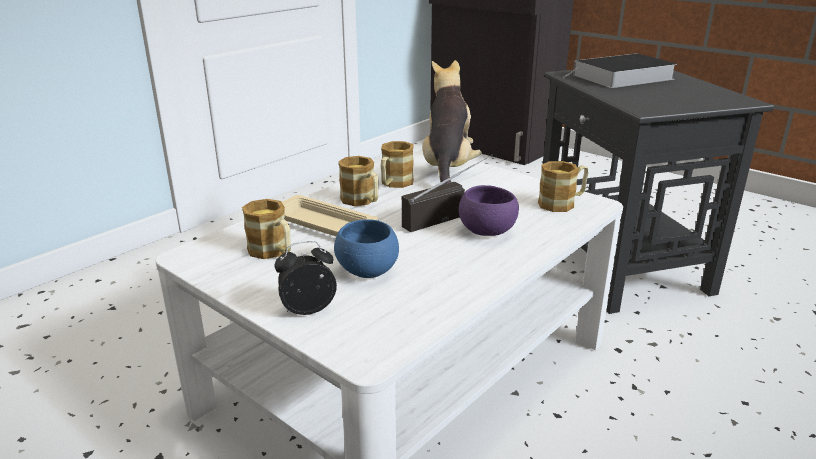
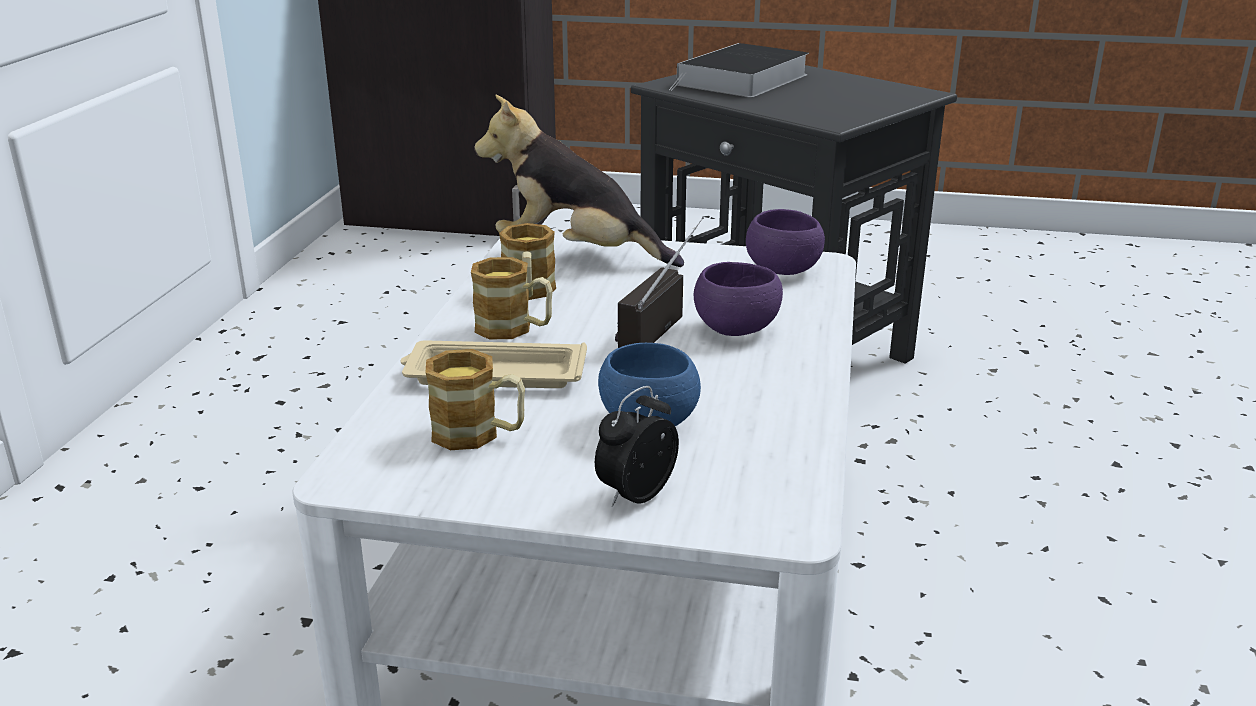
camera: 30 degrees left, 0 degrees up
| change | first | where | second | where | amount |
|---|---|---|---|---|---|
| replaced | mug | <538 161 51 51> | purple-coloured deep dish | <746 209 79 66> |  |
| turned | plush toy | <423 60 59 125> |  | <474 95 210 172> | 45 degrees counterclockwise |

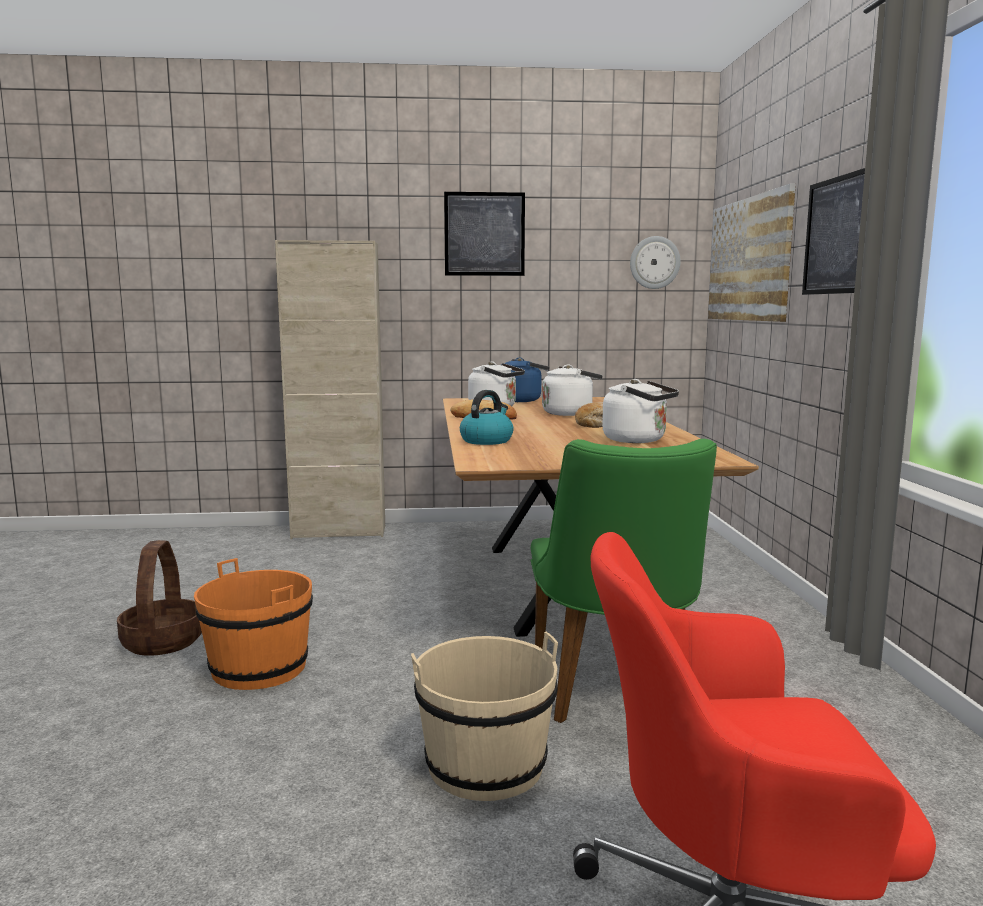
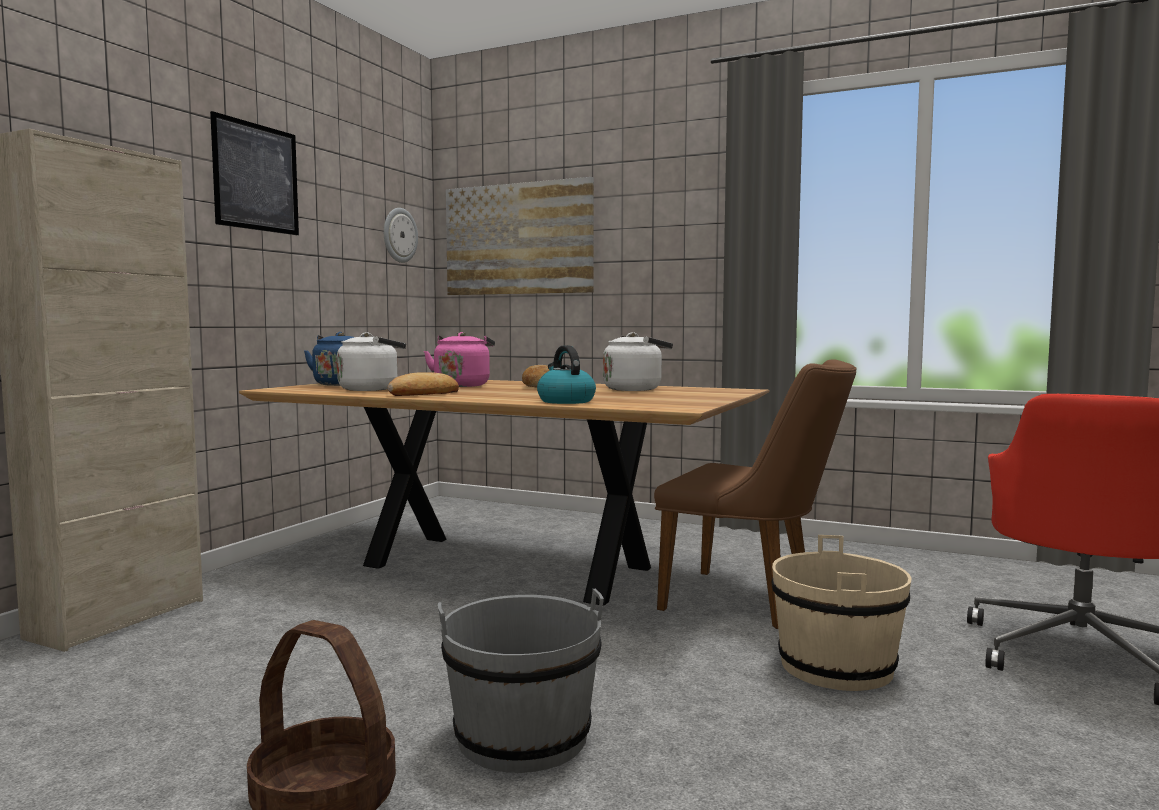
camera: 60 degrees left, 5 degrees down
| change | first | where | second | where | amount |
|---|---|---|---|---|---|
| removed | wall picture | <802 168 63 127> |  |  |  |
| recoloured | orangey pail | <194 558 119 132> | gray pail | <438 589 166 184> |  |
| recoloured | green plain chair | <531 439 186 284> | brown-coloured plain chair | <654 359 203 270> |  |
| recoloured | white-coloured kettle | <542 365 61 51> | pink kettle | <424 332 71 55> |  |

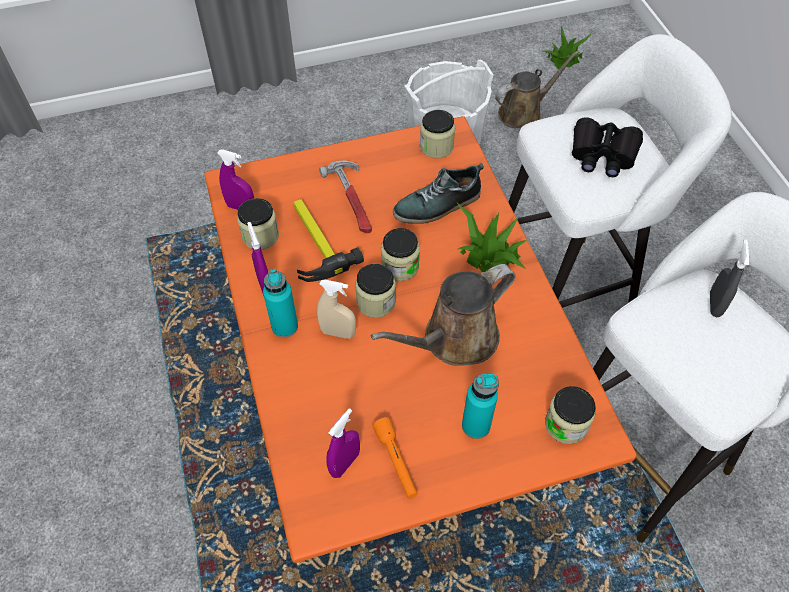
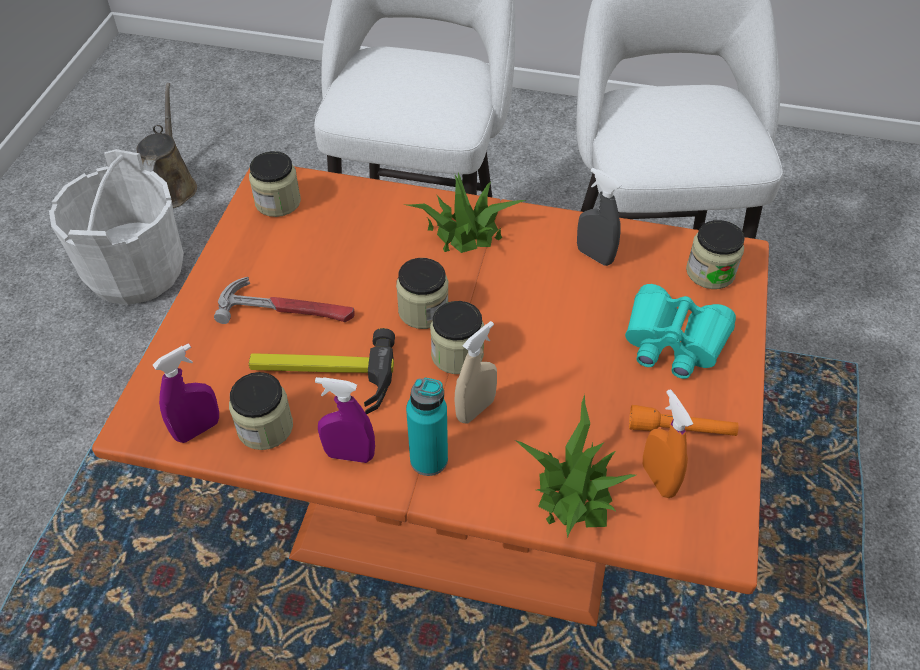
camera: 60 degrees left, 5 degrees down
| change | first | where | second | where | amount |
|---|---|---|---|---|---|
| removed | brown-coloured watering can | <371 264 145 102> |  |  |  |
| removed | shoe | <393 163 91 61> |  |  |  |
| removed | black-coloured binoculars | <572 117 71 60> |  |  |  |
| moved | houseplant | <544 26 49 43> |  | <515 394 121 144> |  |
| moved | gray spray bottle | <710 239 39 78> |  | <577 168 44 98> |  |
| replaced | turquoise bottle | <462 374 37 65> | turquoise binoculars | <625 284 111 95> |  |
| recoloured | purple-coloured spray bottle | <326 408 34 70> | orangey spray bottle | <643 389 50 109> |  |

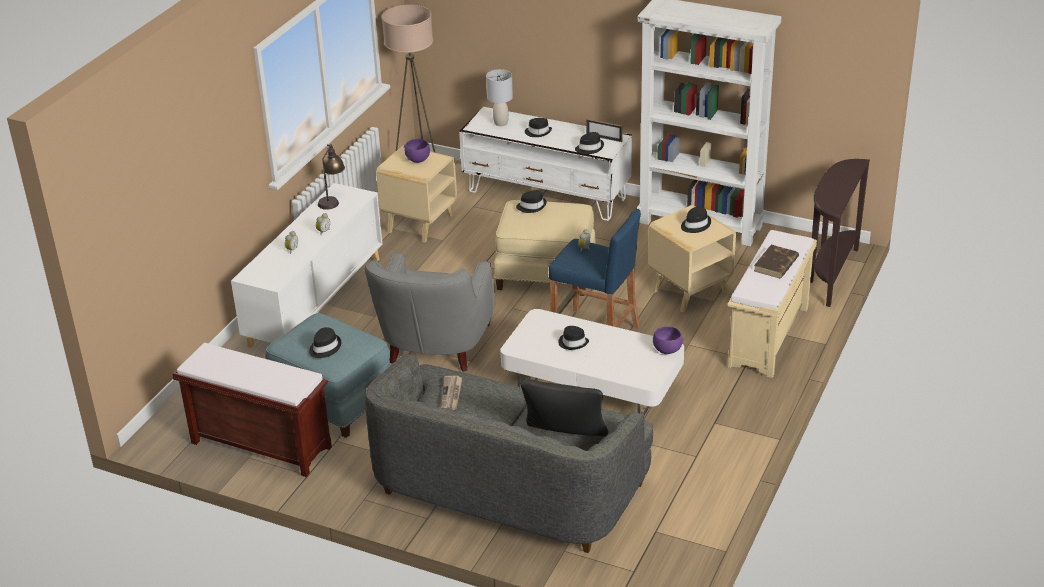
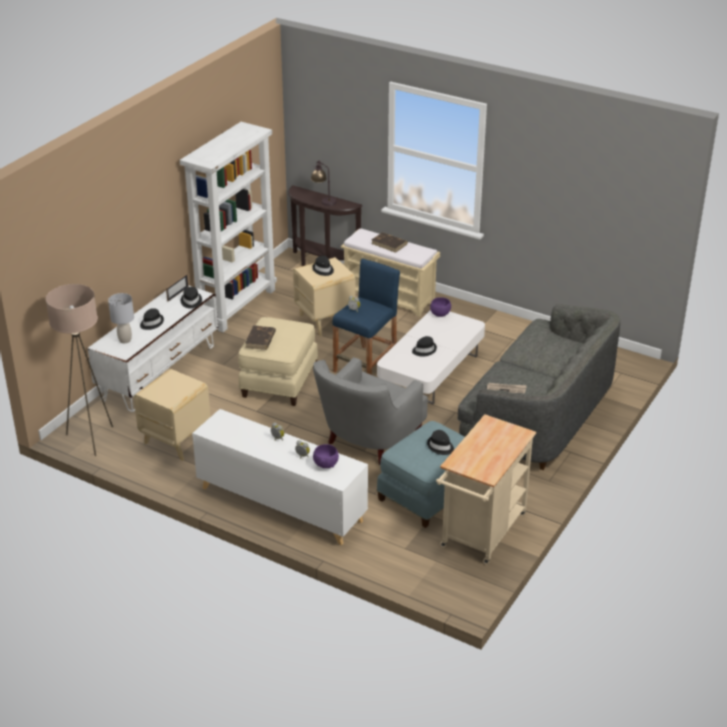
camera: 85 degrees left, 0 degrees up
| change | first | where | second | where | amount |
|---|---|---|---|---|---|
| removed | black-coloured throw pillow | <521 379 87 58> |  |  |  |
| moved | lamp for a table | <318 144 27 66> |  | <311 160 26 46> |  |
| moved | purple-coloured deep dish | <404 139 26 24> |  | <313 444 26 24> |  |
| replaced | brown-coloured indoor bench | <172 343 160 134> | beige wheeled cart | <436 414 100 150> |  |
| replaced | black-coloured clothing hat | <516 190 31 23> | brown-coloured bound book | <245 325 31 25> |  |
| turned | gray easy chair | <365 253 131 119> |  | <313 357 115 108> | 105 degrees clockwise |

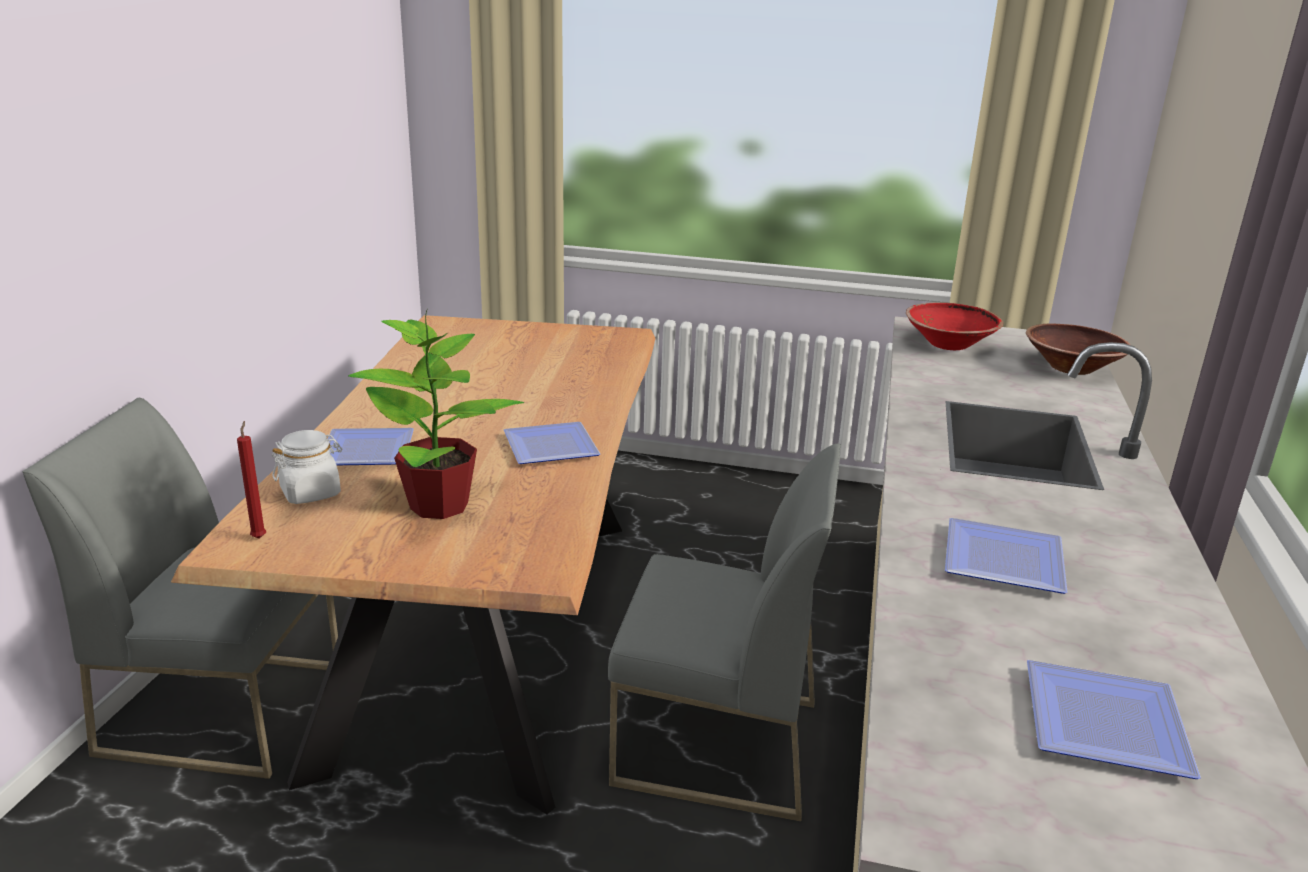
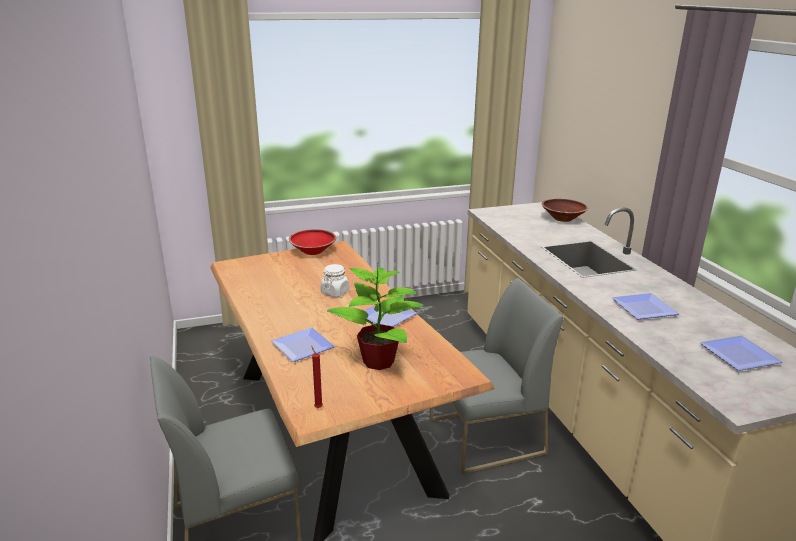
camera: 30 degrees left, 0 degrees up
| change | first | where | second | where | amount |
|---|---|---|---|---|---|
| moved | white-coloured jar | <272 430 70 74> |  | <321 264 28 33> |  |
| moved | red-coloured deep dish | <906 302 97 48> |  | <289 229 47 26> |  |

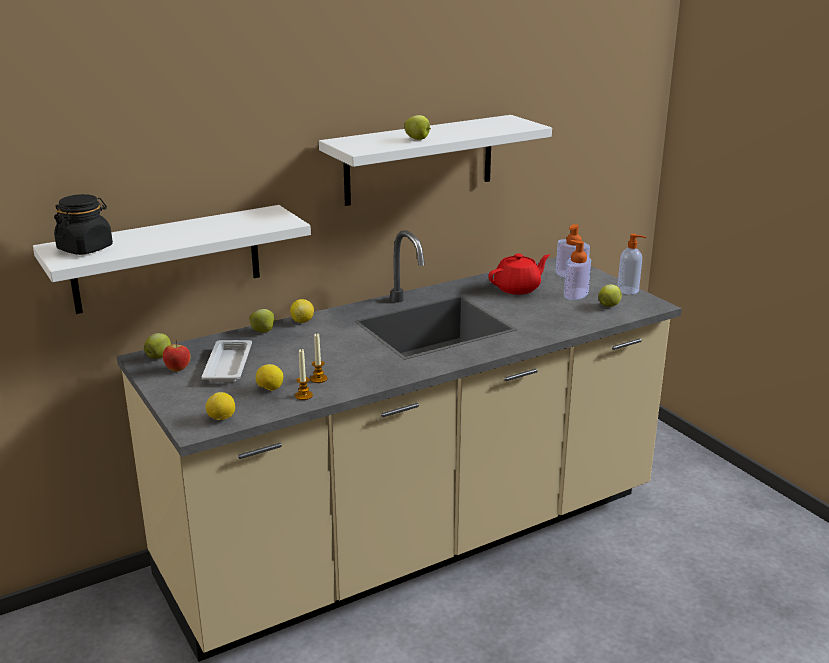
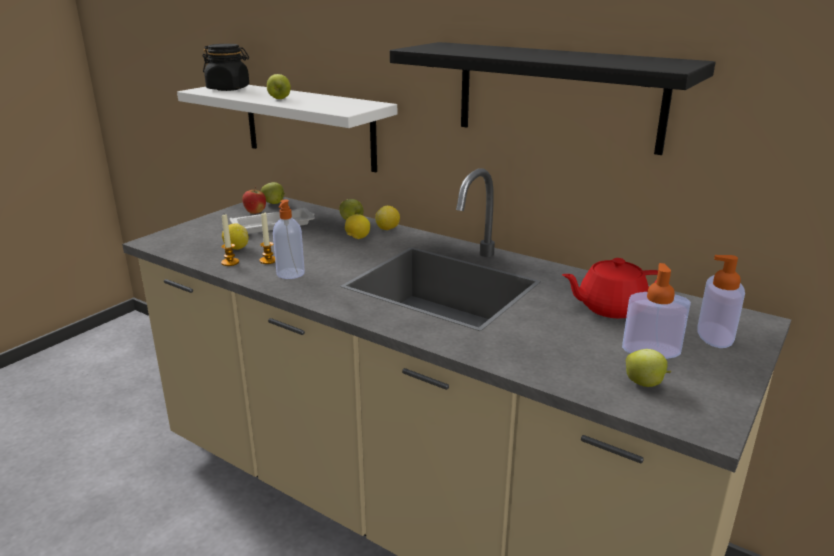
camera: 65 degrees right, 0 degrees up
| change | first | where | second | where | amount |
|---|---|---|---|---|---|
| moved | whole lemon | <206 392 29 28> |  | <345 214 25 25> |  |
| moved | whole apple | <405 115 26 25> |  | <267 74 24 25> |  |
| moved | soap bottle | <617 234 29 60> |  | <273 200 32 79> |  |
| recoloured | white-coloured wall shelf | <319 115 233 91> | black-coloured wall shelf | <390 42 326 113> |  |
| turned | red-coloured pot for tea | <488 254 62 41> |  | <562 258 96 60> | 135 degrees clockwise |

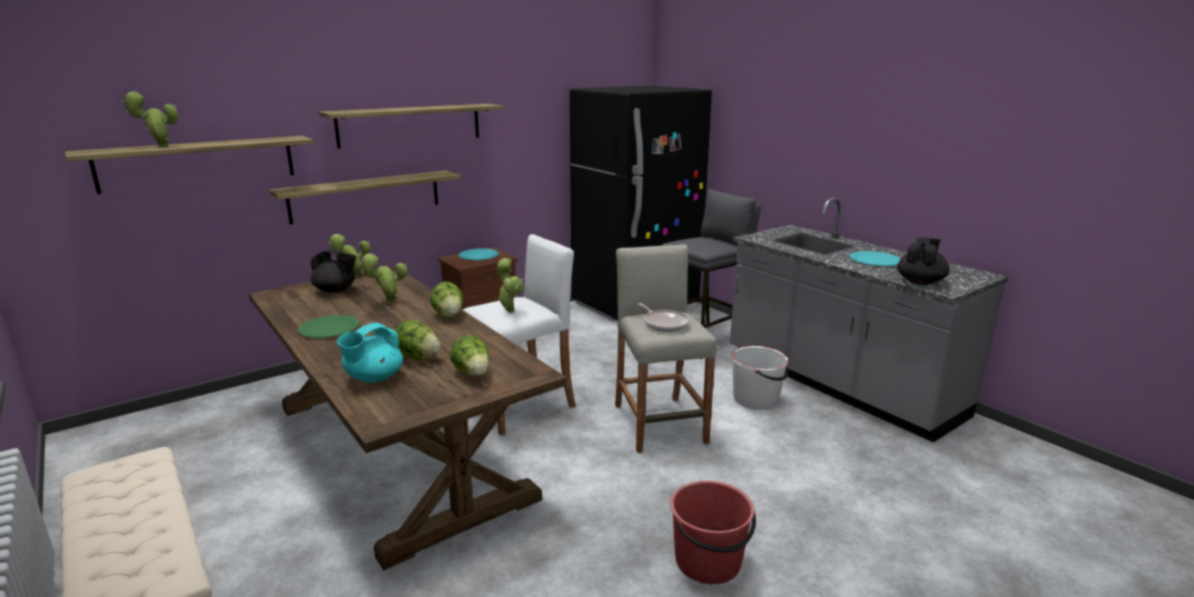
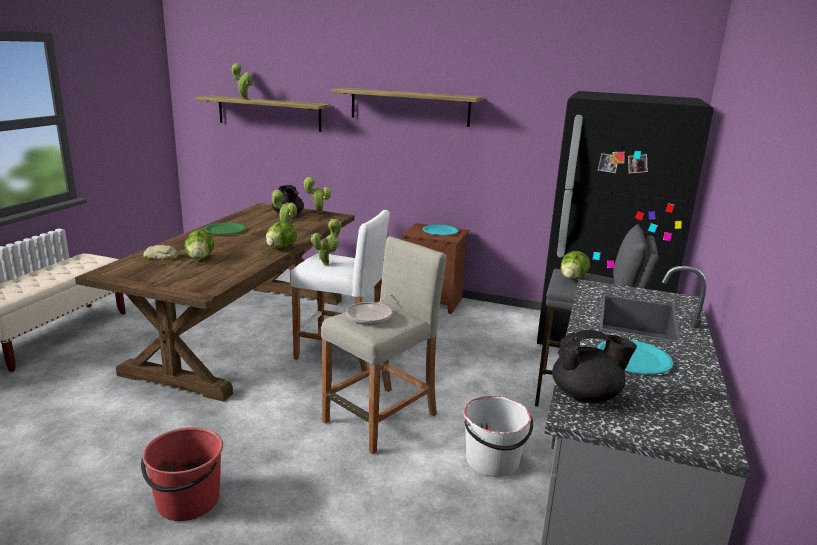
camera: 55 degrees right, 0 degrees up
| change | first | where | second | where | amount |
|---|---|---|---|---|---|
| removed | wall shelf | <269 171 192 54> |  |  |  |
| moved | lettuce head | <450 335 40 41> |  | <561 251 29 28> |  |
| replaced | turquoise pot for tea | <337 322 66 61> | bread | <143 245 35 15> |  |

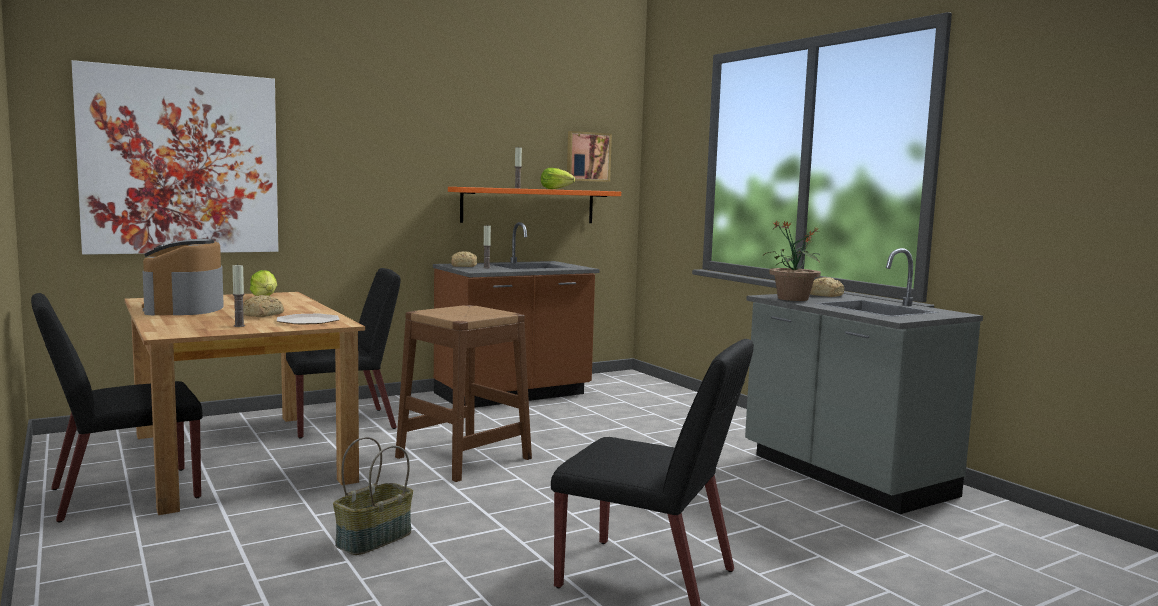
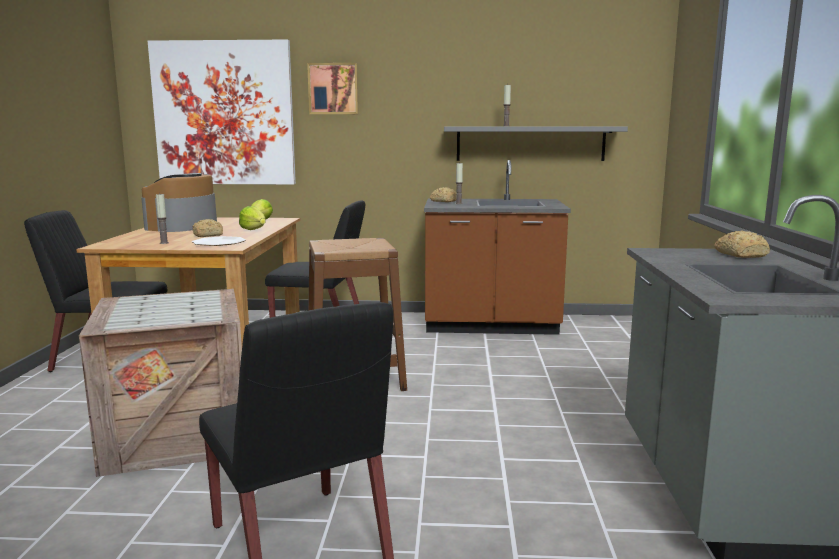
camera: 35 degrees right, 5 degrees up
| change | first | where | second | where | amount |
|---|---|---|---|---|---|
| removed | houseplant | <762 220 59 81> |  |  |  |
| moved | lettuce head | <541 168 34 21> |  | <239 206 27 24> |  |
| moved | wall picture | <567 131 45 51> |  | <307 63 51 51> |  |
| replaced | storage basket | <333 437 80 118> | shipping crate | <79 289 163 188> |  |
| recoloured | orangey wall shelf | <448 187 173 36> | gray wall shelf | <444 127 184 34> |  |

